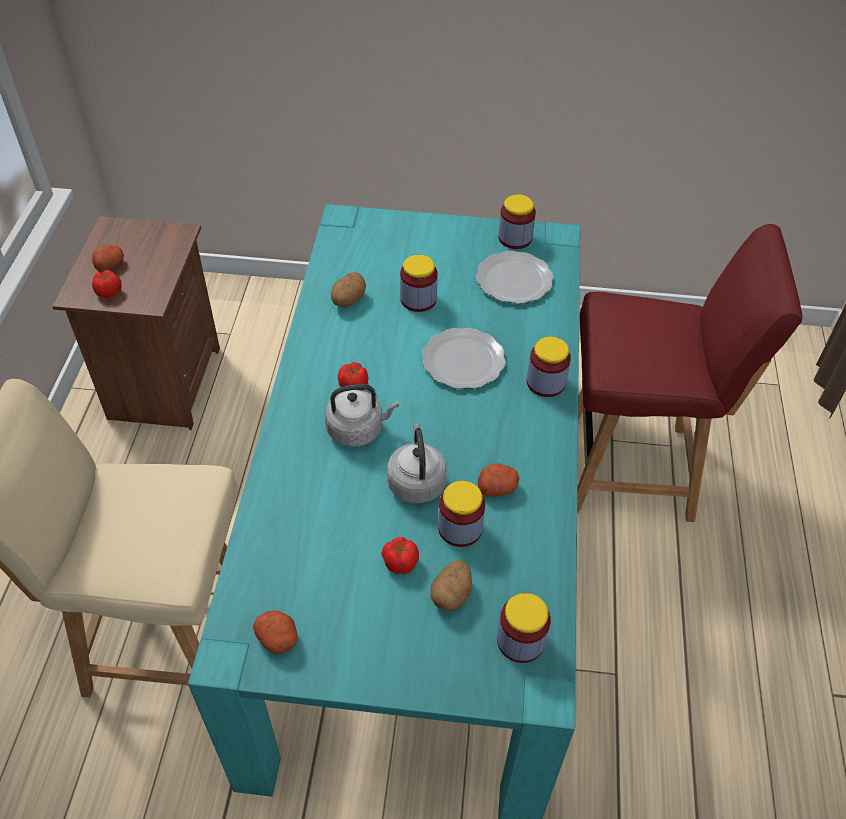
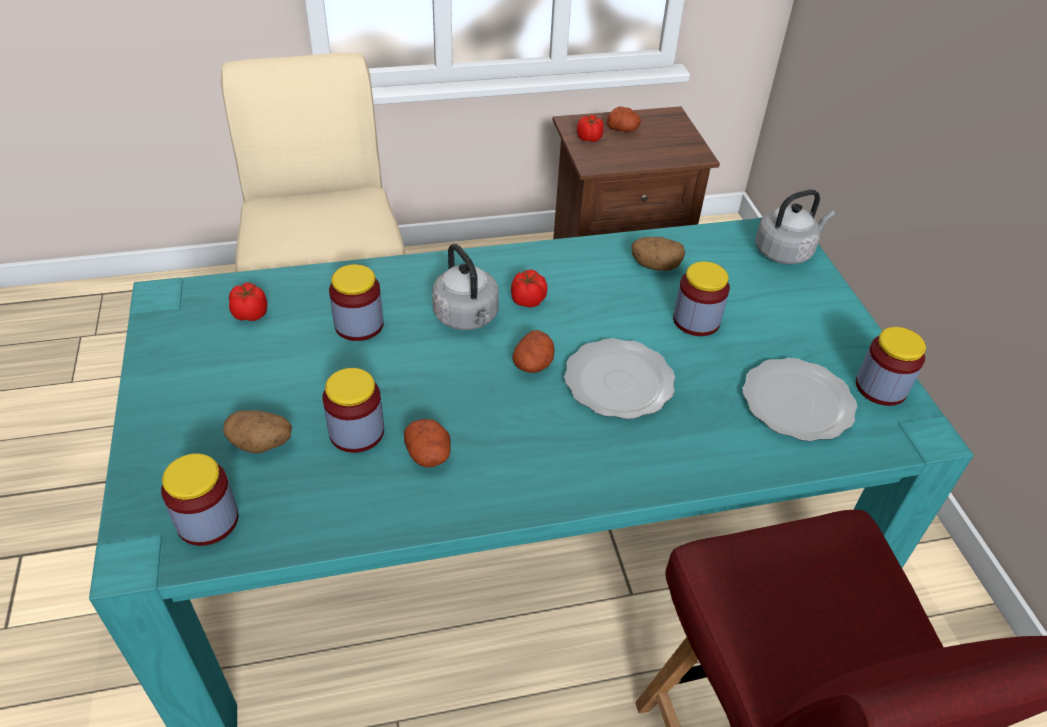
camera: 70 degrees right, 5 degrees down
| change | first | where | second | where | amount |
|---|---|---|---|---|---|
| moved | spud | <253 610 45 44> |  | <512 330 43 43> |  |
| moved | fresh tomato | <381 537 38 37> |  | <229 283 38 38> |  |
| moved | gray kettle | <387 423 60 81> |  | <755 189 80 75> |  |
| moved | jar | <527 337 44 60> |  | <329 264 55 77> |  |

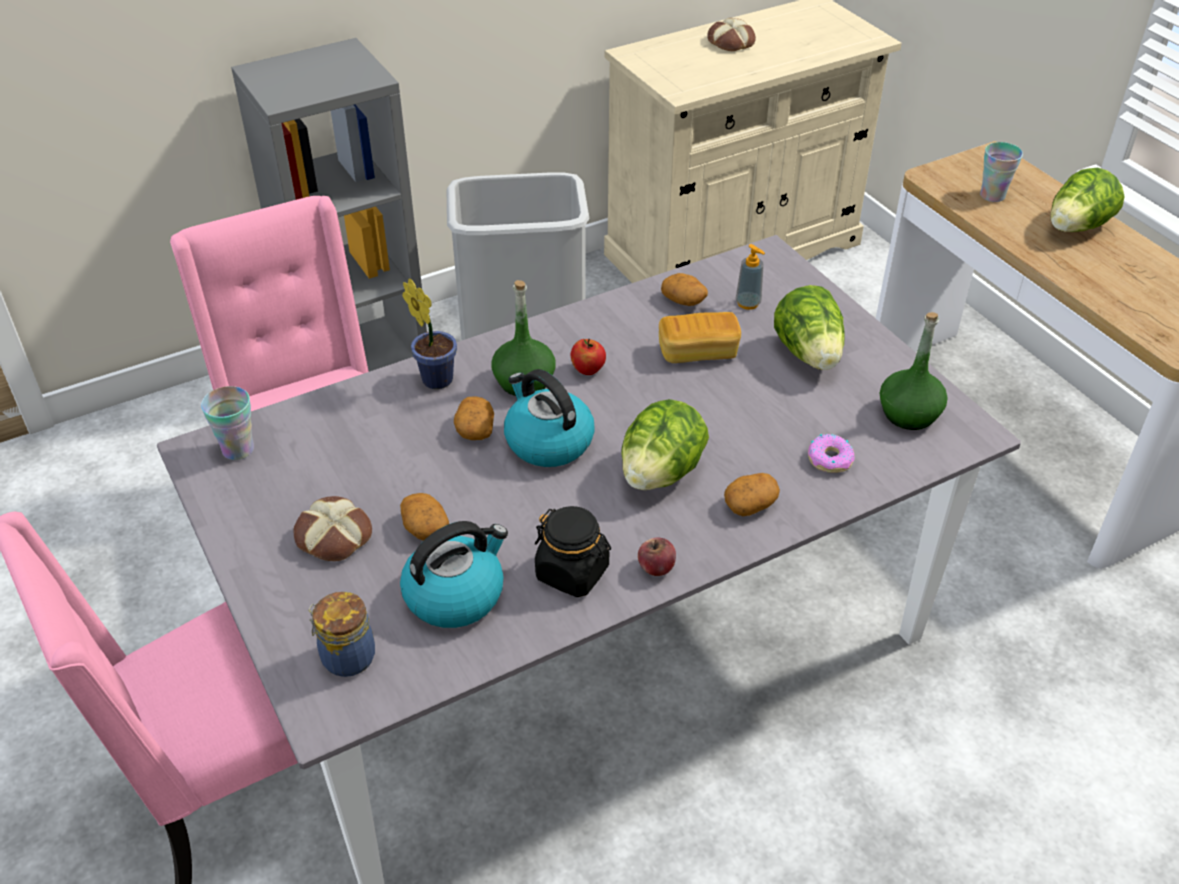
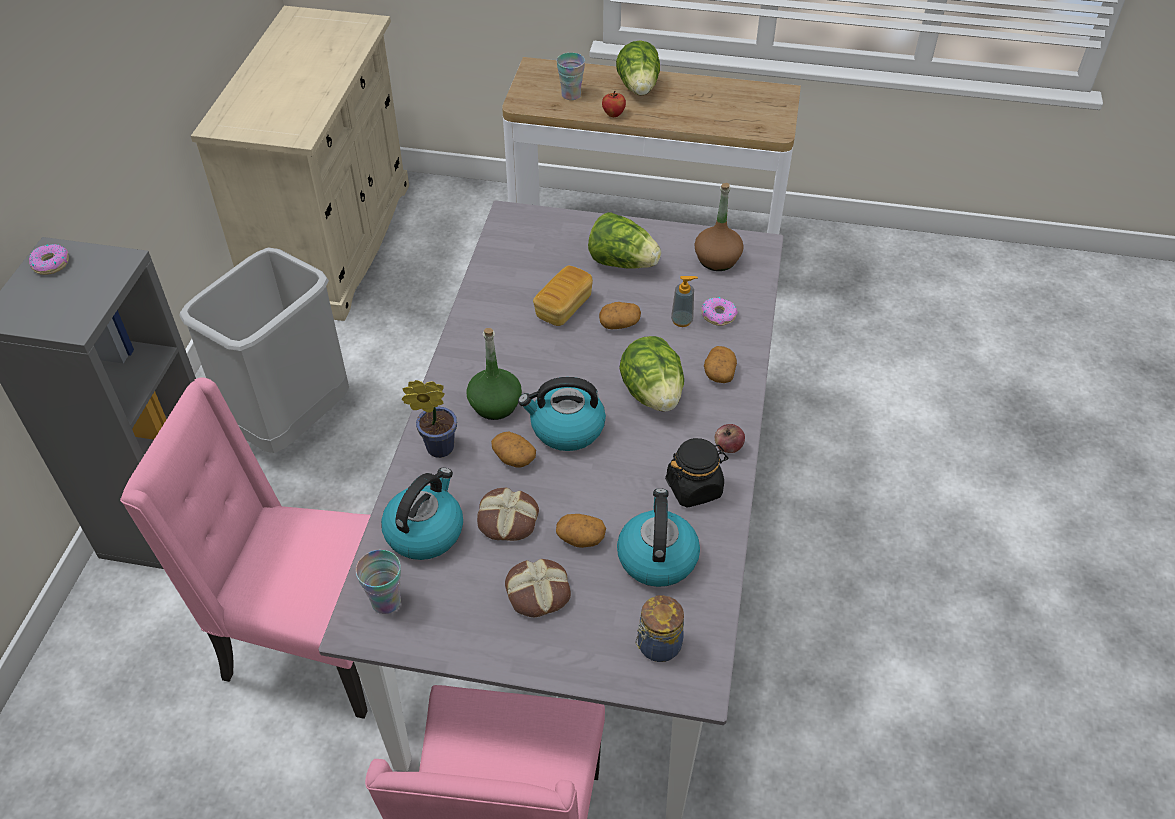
camera: 50 degrees left, 5 degrees up
| change | first | where | second | where | amount |
|---|---|---|---|---|---|
| added |  |  | ring doughnut | <29 244 40 31> |  |
| added |  |  | kettle | <381 468 82 92> |  |
| moved | whole apple | <570 339 36 36> |  | <602 91 24 26> |  |
| moved | spud | <661 273 47 33> |  | <599 302 42 27> |  |
| moved | bread | <707 18 49 33> |  | <477 488 62 53> |  |
| moved | soap bottle | <736 244 29 66> |  | <671 276 27 51> |  |
| recoloured | green bottle | <880 312 68 118> | brown-coloured bottle | <694 183 50 88> |  |

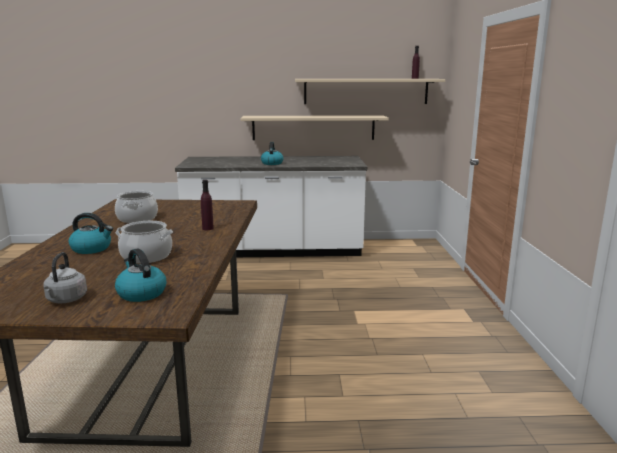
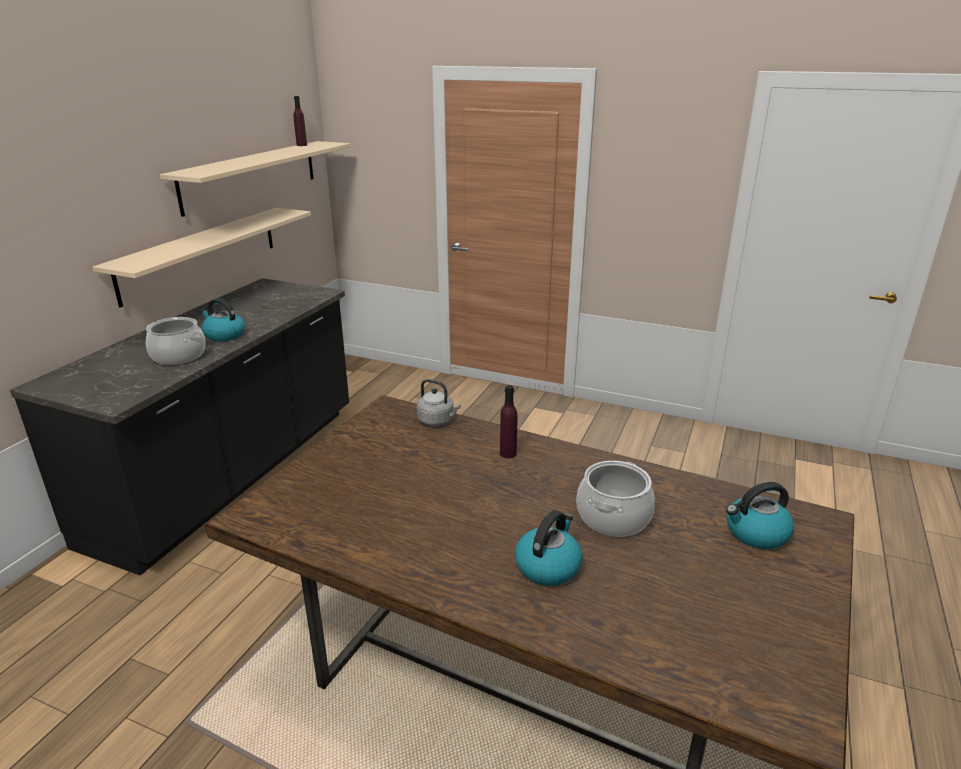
camera: 65 degrees left, 10 degrees up
| change | first | where | second | where | amount |
|---|---|---|---|---|---|
| moved | gray kettle | <43 252 44 51> |  | <417 379 44 47> |  |
| moved | cooking pot | <115 191 43 32> |  | <146 317 60 48> |  |
| recoloured | white-coloured kitchen base unit | <175 156 192 101> | black-coloured kitchen base unit | <10 278 339 297> |  |

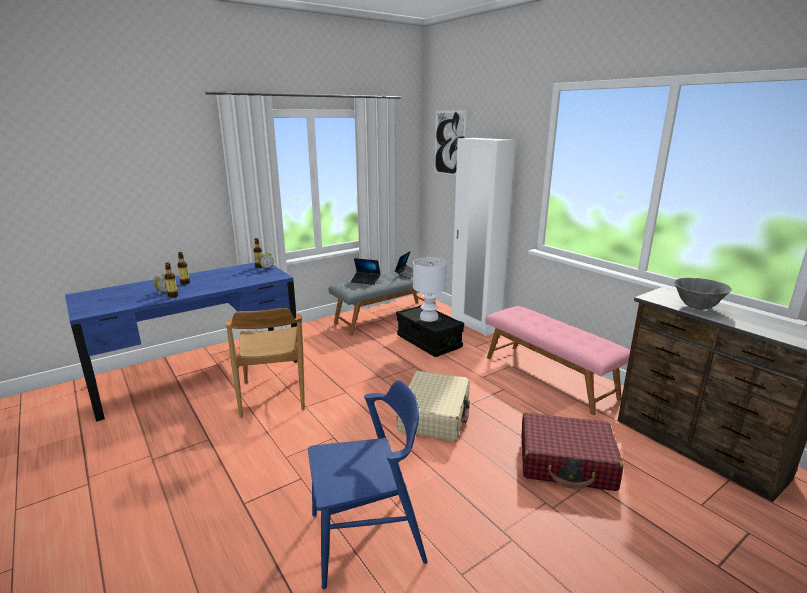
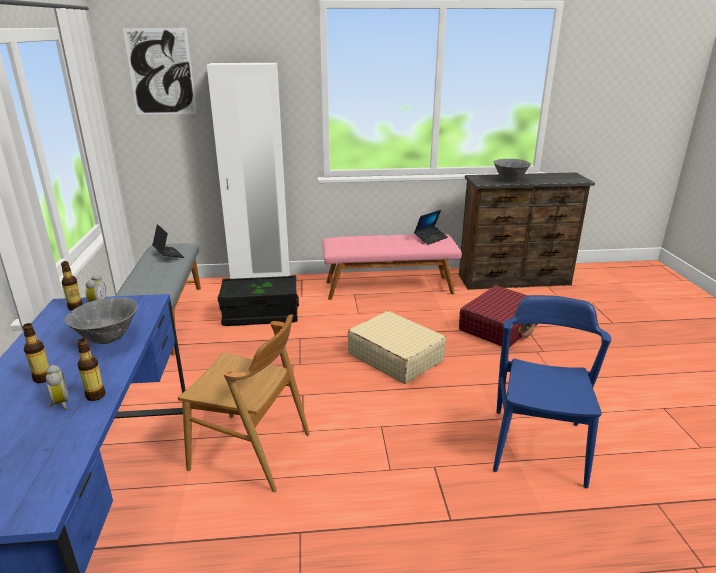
camera: 60 degrees left, 5 degrees up
| change | first | where | second | where | amount |
|---|---|---|---|---|---|
| removed | white-coloured lamp for a table | <413 258 34 64> |  |  |  |
| added |  |  | gray deep dish | <65 297 73 47> |  |
| moved | notebook computer | <351 258 30 27> |  | <414 210 34 35> |  |

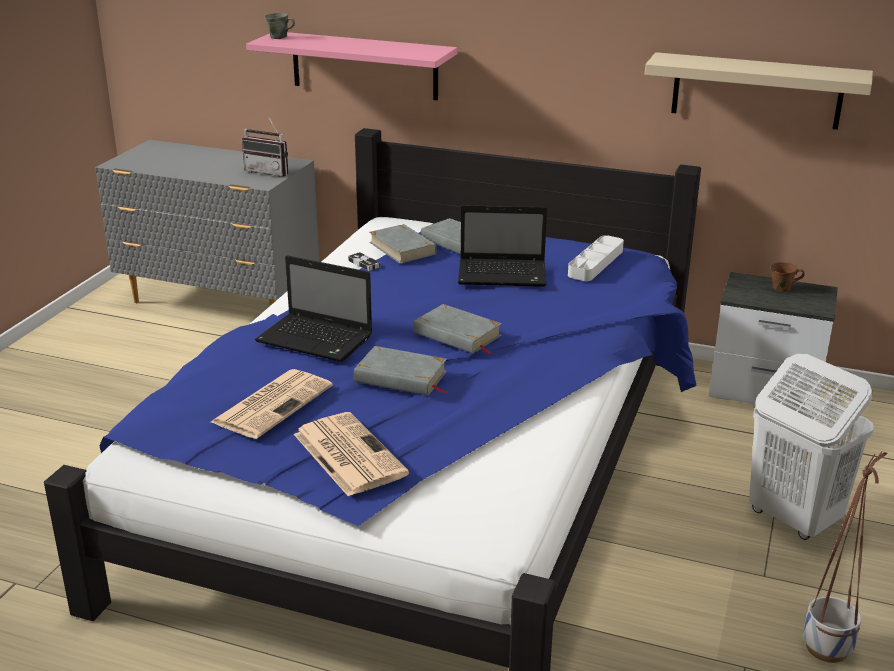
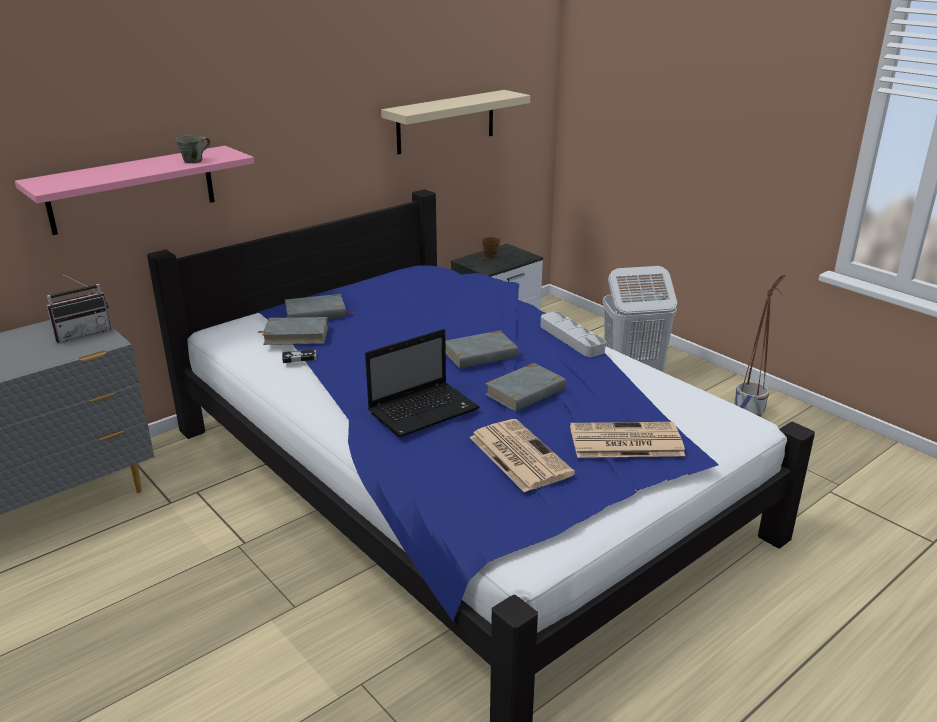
camera: 60 degrees left, 0 degrees up
| change | first | where | second | where | amount |
|---|---|---|---|---|---|
| removed | notebook computer | <458 205 89 82> |  |  |  |
| moved | gray mug | <264 13 31 26> |  | <176 135 34 28> |  |
| moved | gray carrying tray | <568 235 56 46> |  | <540 312 66 45> |  |

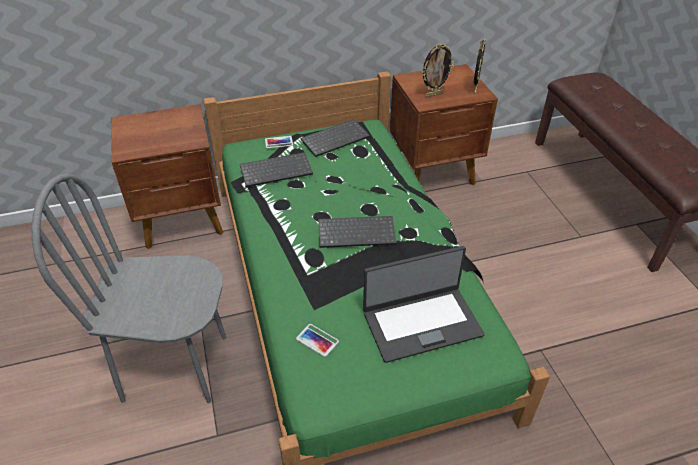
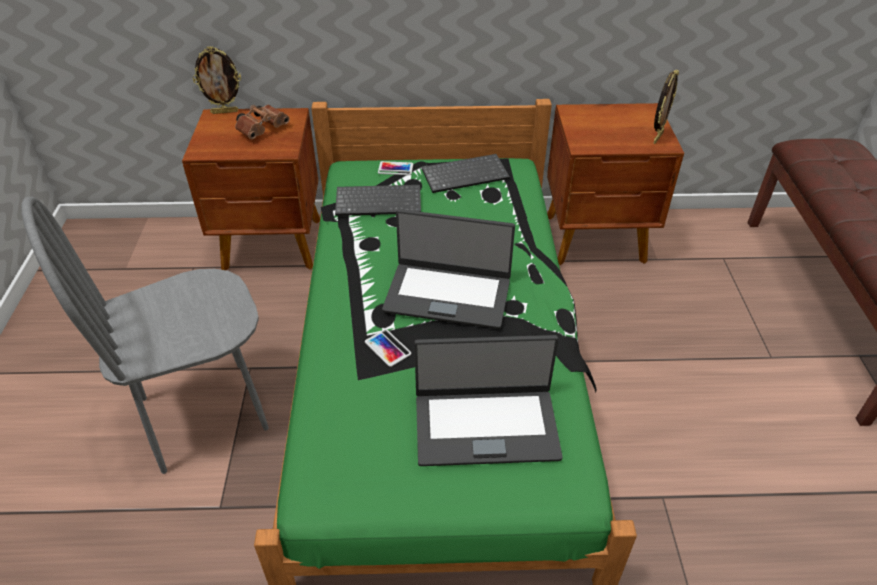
camera: 15 degrees right, 0 degrees up
| change | first | where | second | where | amount |
|---|---|---|---|---|---|
| added |  |  | brown-coloured binoculars | <235 105 55 34> |  |
| moved | handset | <296 324 43 33> |  | <365 329 46 38> |  |
| moved | standing frame | <422 43 32 54> |  | <193 46 48 68> |  |
| replaced | keyboard | <318 216 78 32> | notebook computer | <382 209 133 120> |  |
| turned | gray plain chair | <31 174 195 229> |  | <21 197 248 277> | 45 degrees counterclockwise |

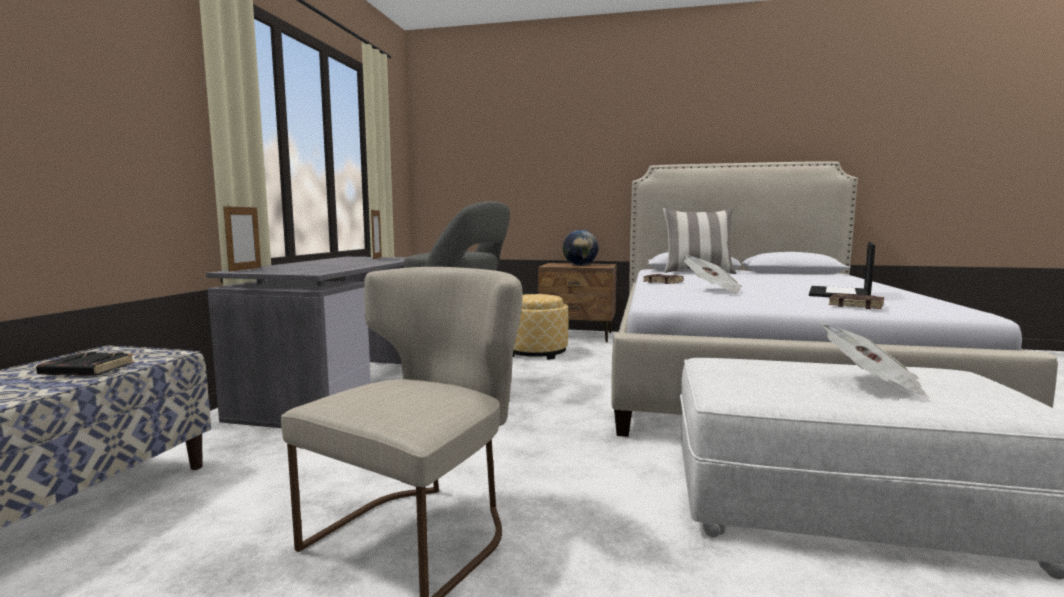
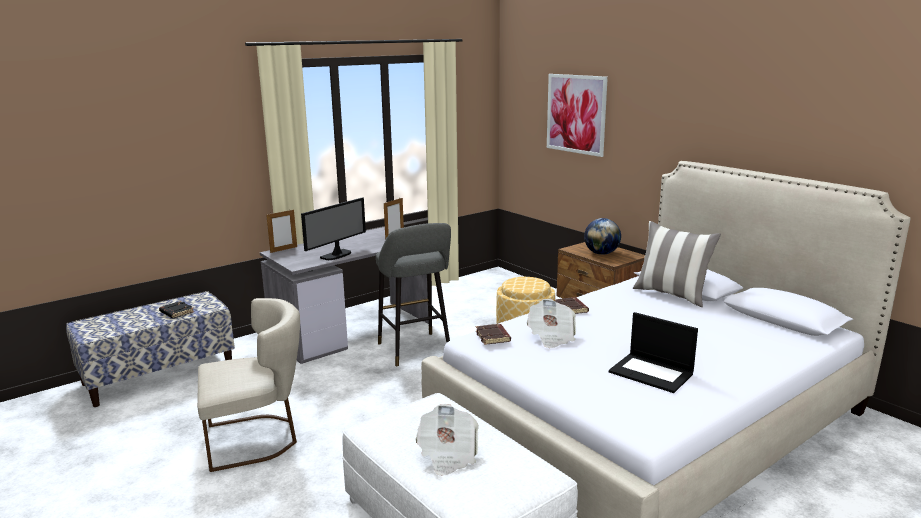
camera: 40 degrees right, 10 degrees up
| change | first | where | second | where | amount |
|---|---|---|---|---|---|
| added |  |  | monitor | <301 197 65 63> |  |
| added |  |  | wall picture | <547 74 61 83> |  |
| moved | brown-coloured bound book | <829 294 55 15> |  | <476 324 35 21> |  |
| turned | notebook computer | <809 242 66 55> |  | <609 312 89 81> | 120 degrees counterclockwise |

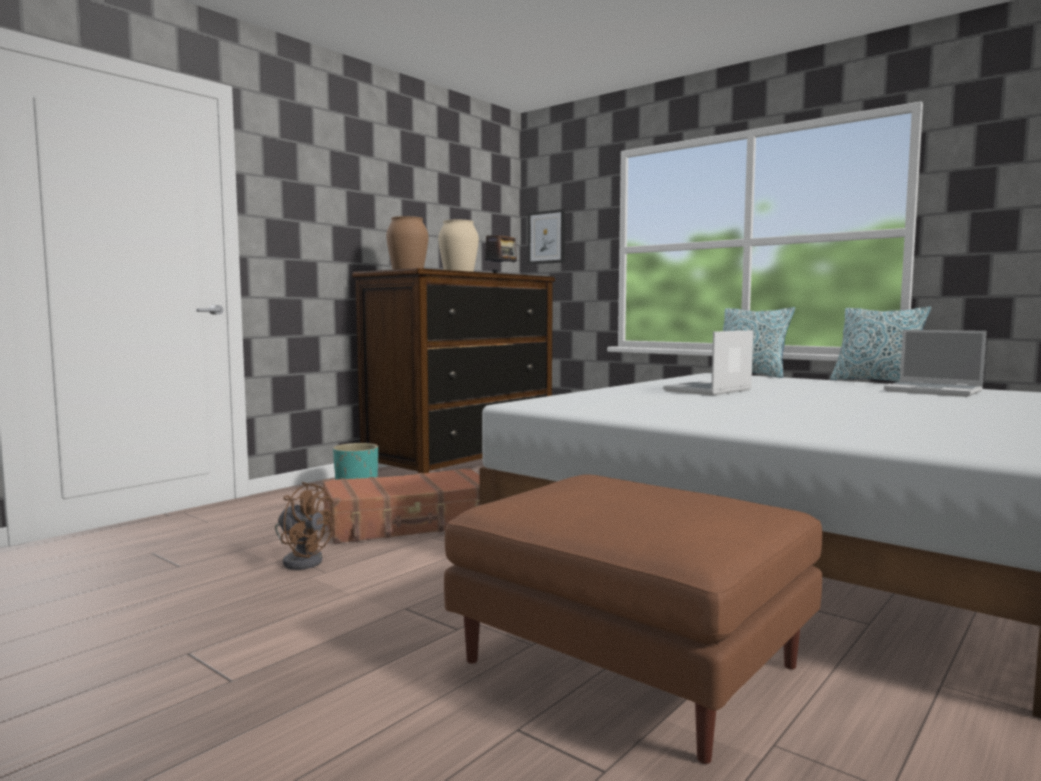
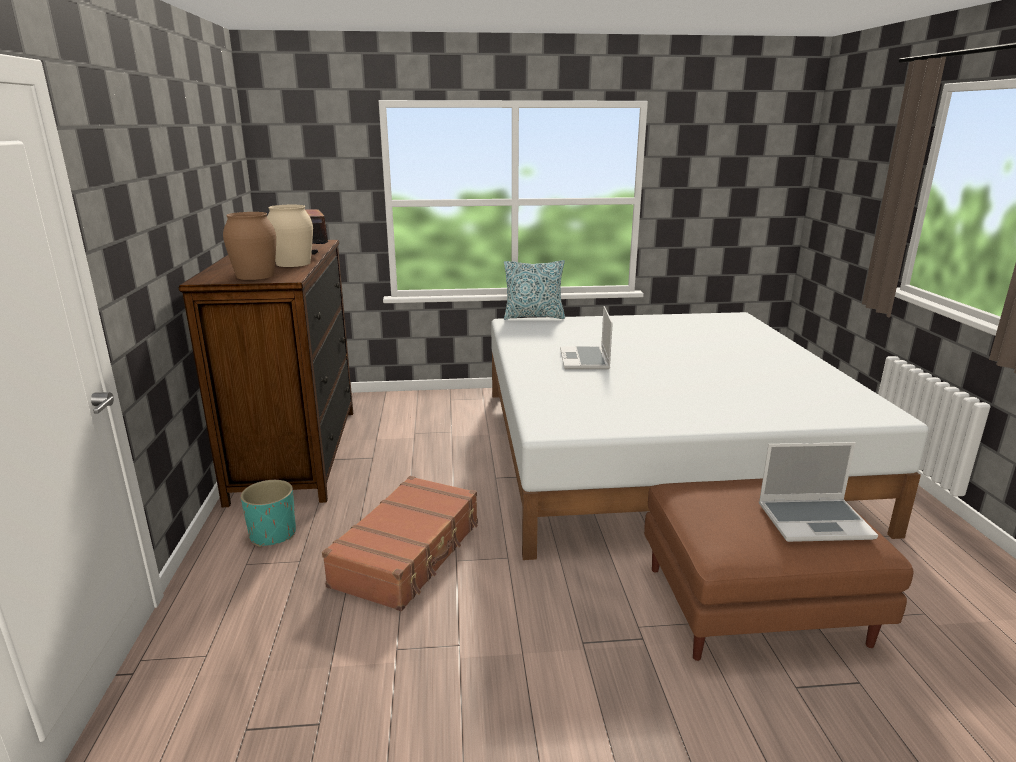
camera: 45 degrees left, 15 degrees up
| change | first | where | second | where | amount |
|---|---|---|---|---|---|
| removed | brown-coloured cooling fan | <275 482 60 88> |  |  |  |
| removed | wall picture | <528 209 37 55> |  |  |  |
| removed | throw pillow | <830 307 101 75> |  |  |  |
| moved | notebook computer | <884 330 102 67> |  | <759 442 119 100> |  |

